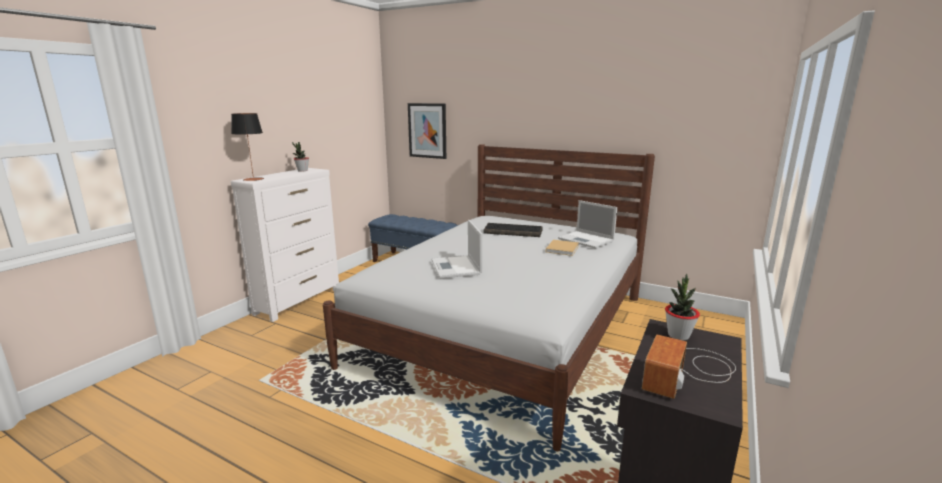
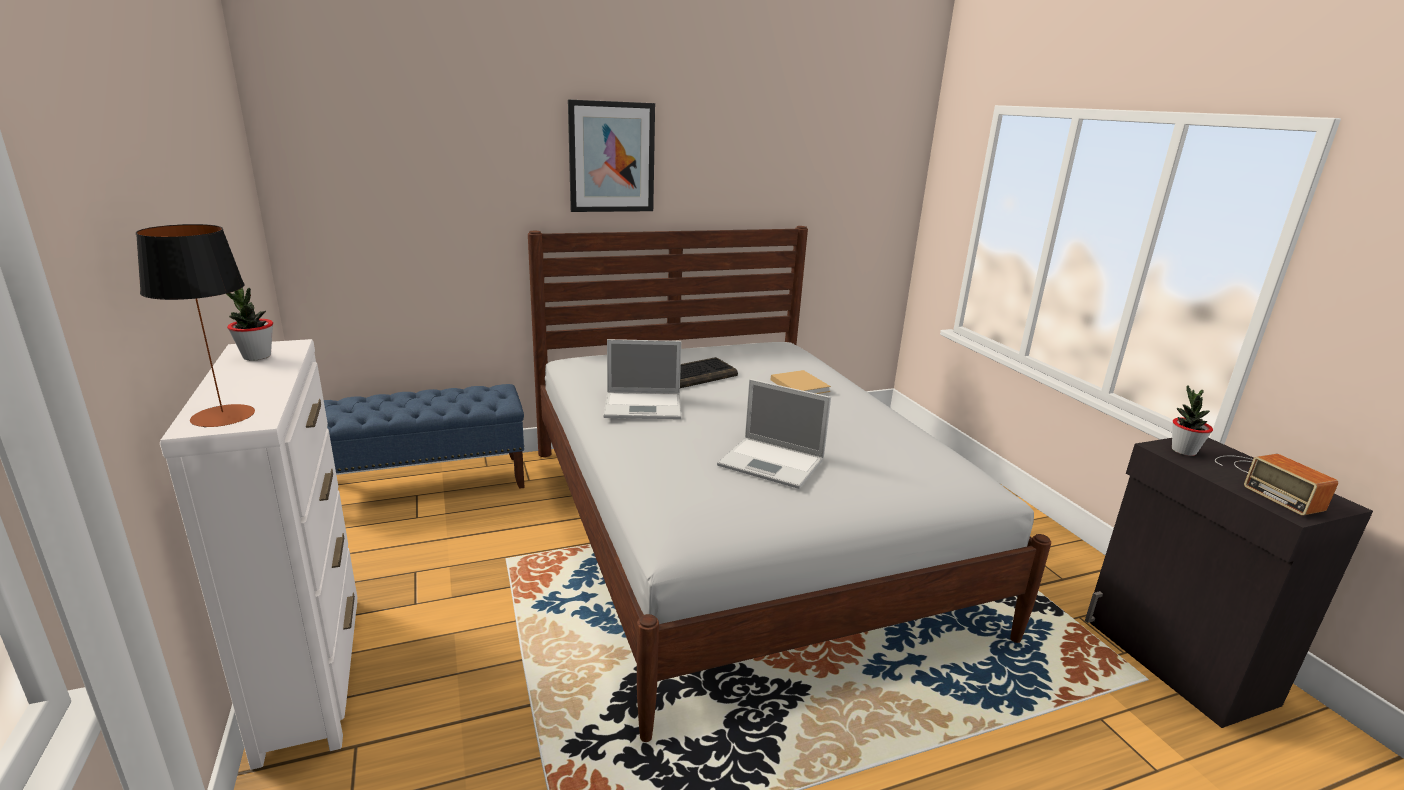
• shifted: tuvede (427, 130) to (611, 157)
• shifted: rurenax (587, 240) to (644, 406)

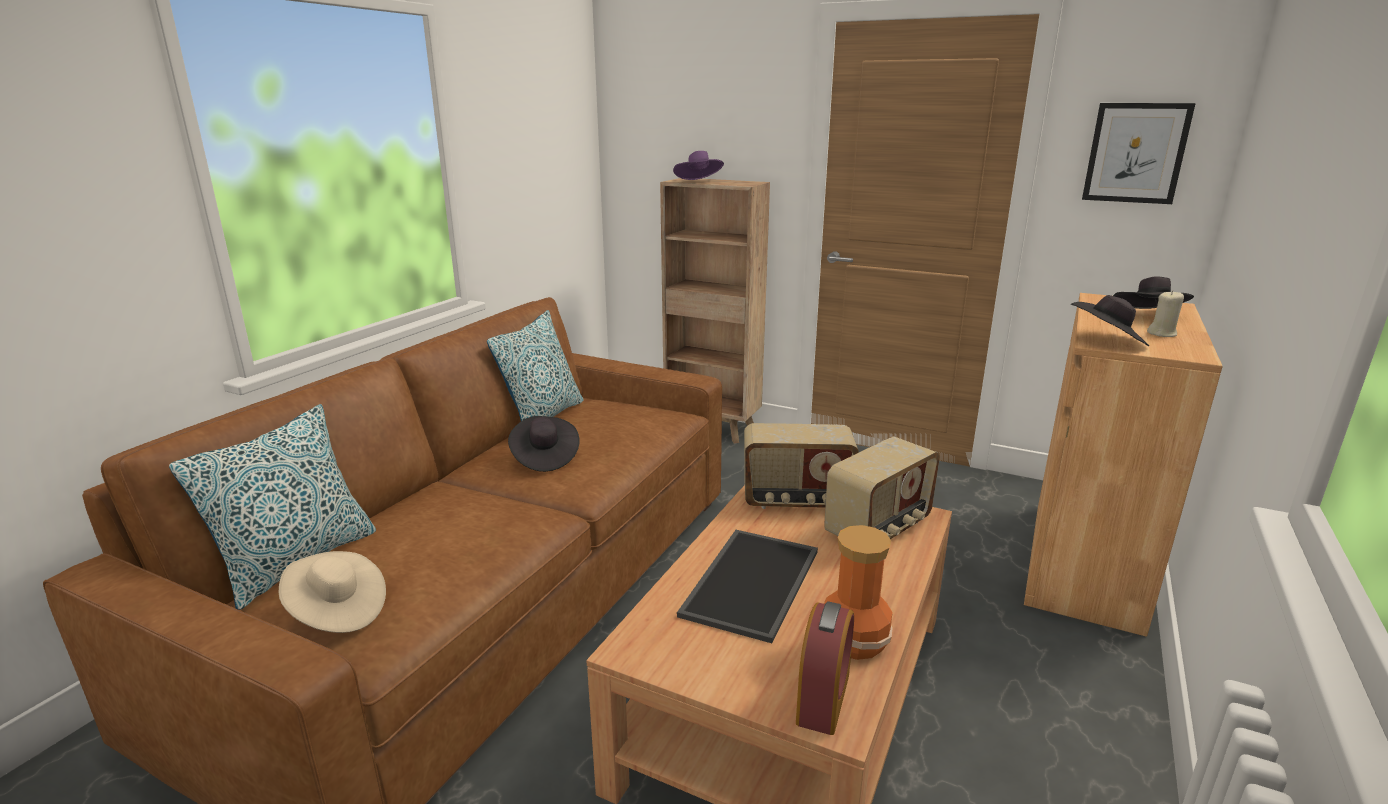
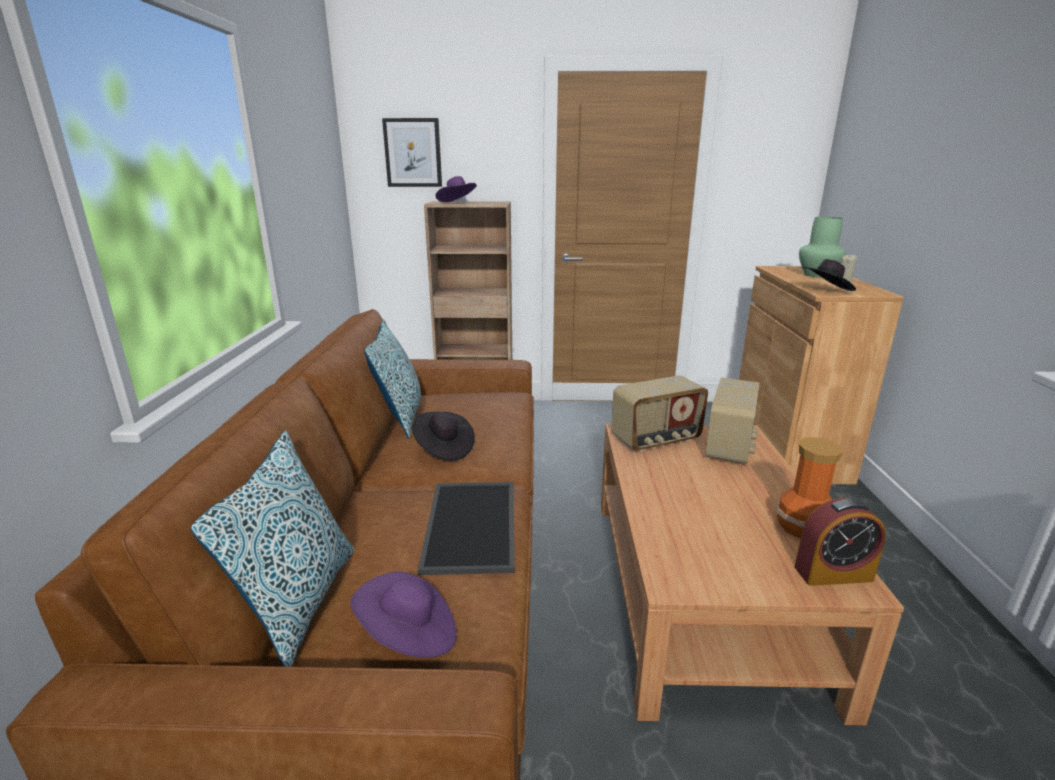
• repainted: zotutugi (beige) (337, 611) to zotutugi (purple) (409, 635)
• shifted: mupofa (749, 581) to (469, 524)
• rotated: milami (823, 698) = (833, 573) 90 degrees clockwise
• shifted: tuvede (1135, 153) to (413, 153)
• swapped: zotutugi (black) (1149, 316) to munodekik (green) (817, 275)

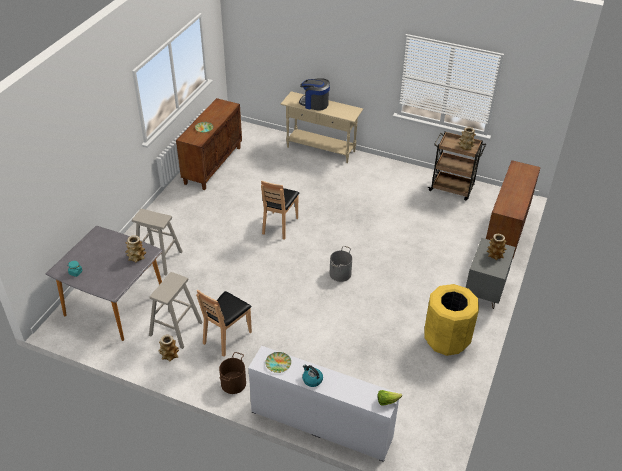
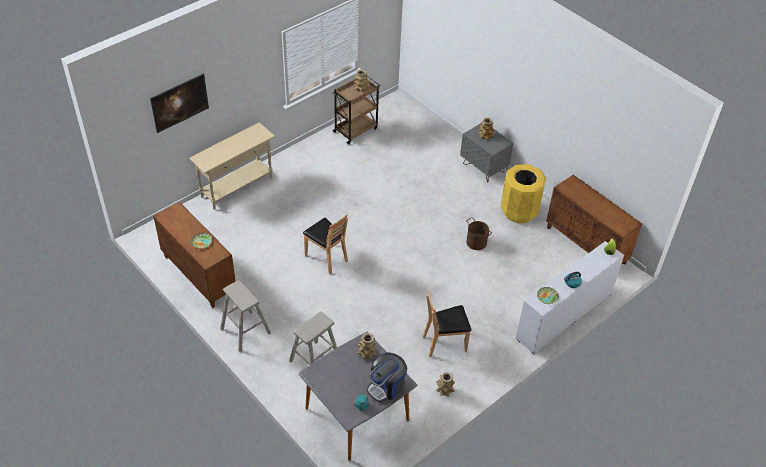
• shifted: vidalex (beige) (176, 329) to (245, 331)
• rotated: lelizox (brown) (227, 337) = (445, 343) 105 degrees clockwise
• shifted: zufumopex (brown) (233, 383) to (476, 242)
• shifted: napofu (314, 104) to (386, 386)
• gone: zufumopex (grey) (340, 273)
• shifted: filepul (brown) (506, 234) to (586, 245)
• new: tuvede (181, 111)

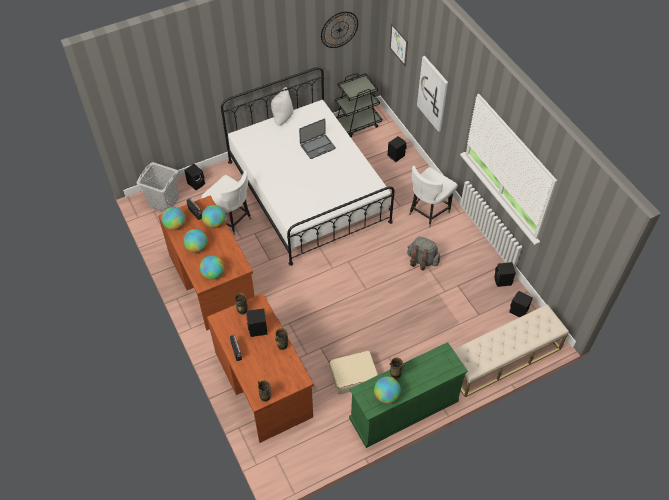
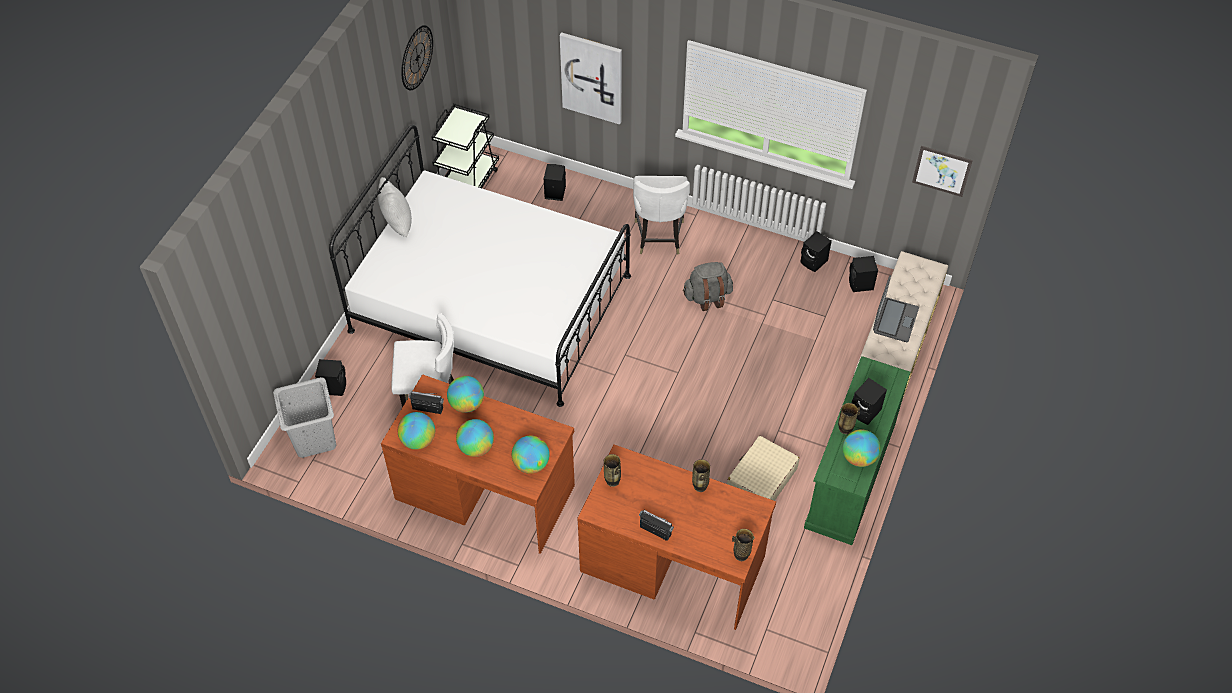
• shifted: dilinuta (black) (258, 330) to (866, 412)
• shifted: rurenax (317, 146) to (894, 320)
• shifted: tuvede (398, 44) to (942, 171)

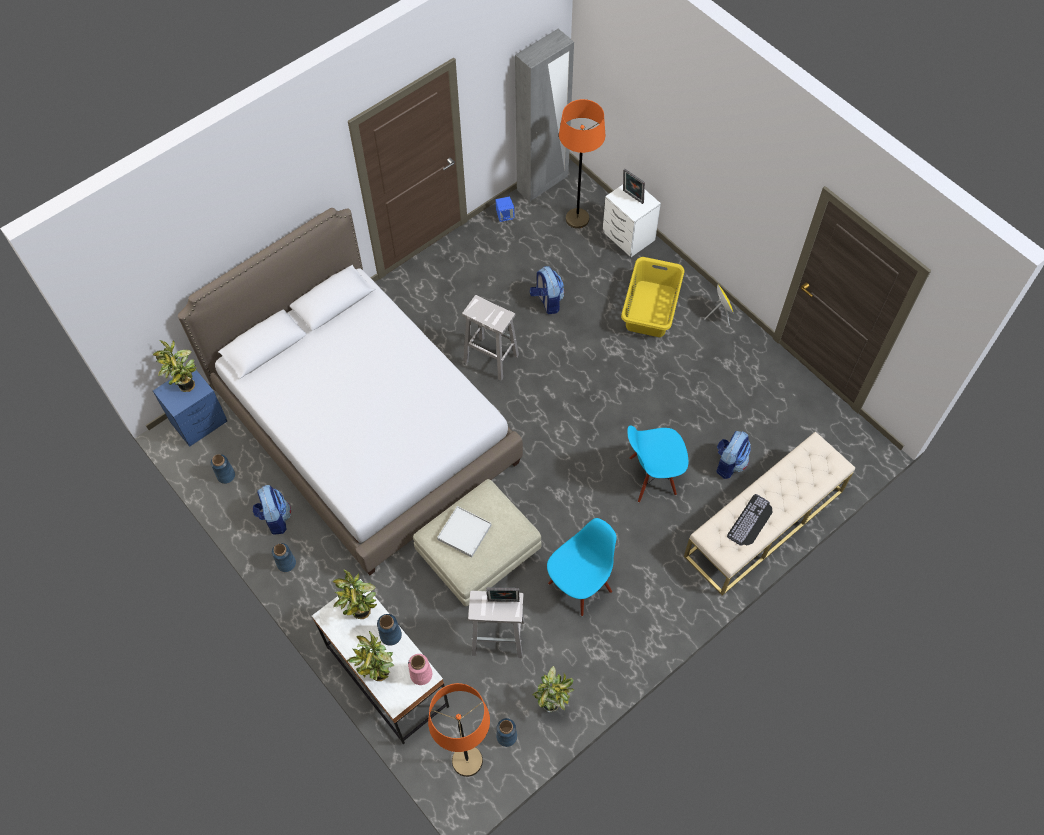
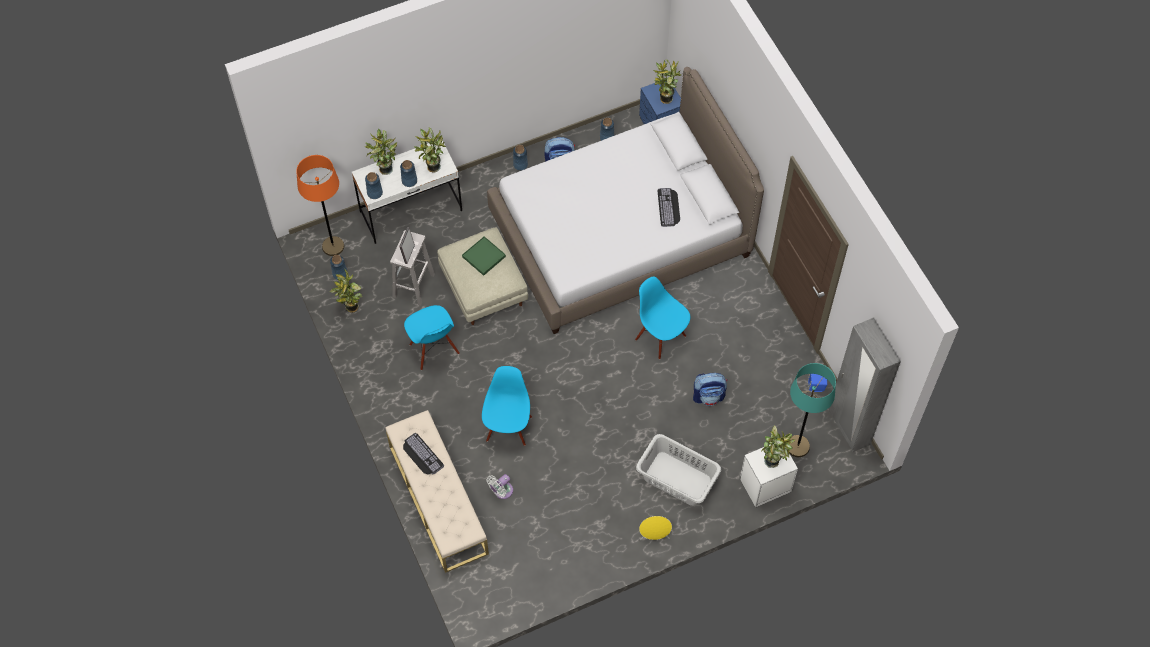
• repainted: munodekik (pink) (421, 674) to munodekik (blue) (374, 193)
• repainted: mupofa (white) (464, 532) to mupofa (green) (484, 257)
• swapped: vidalex (white) (490, 358) to lelizox (blue) (661, 337)
• repainted: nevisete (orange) (577, 219) to nevisete (turquoise) (797, 446)
• repainted: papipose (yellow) (651, 308) to papipose (grey) (677, 479)
• swapped: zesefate (632, 197) to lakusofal (773, 461)
• swapped: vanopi (729, 463) to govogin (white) (501, 491)
• new: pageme (669, 207)

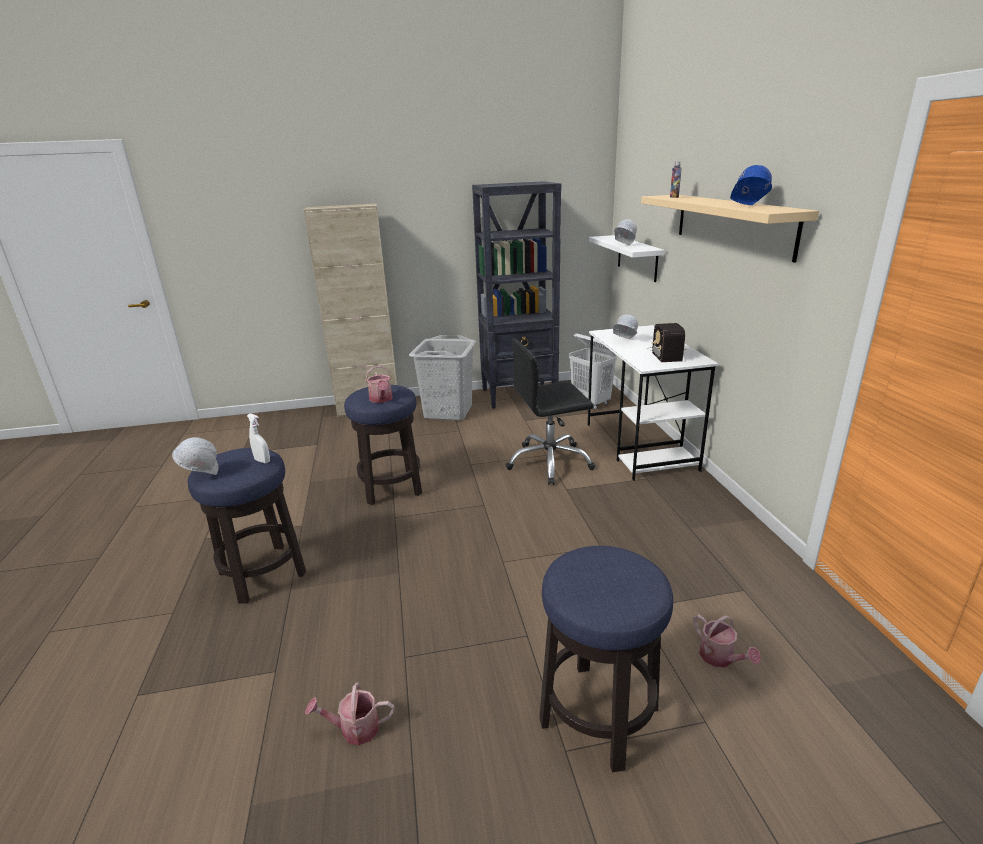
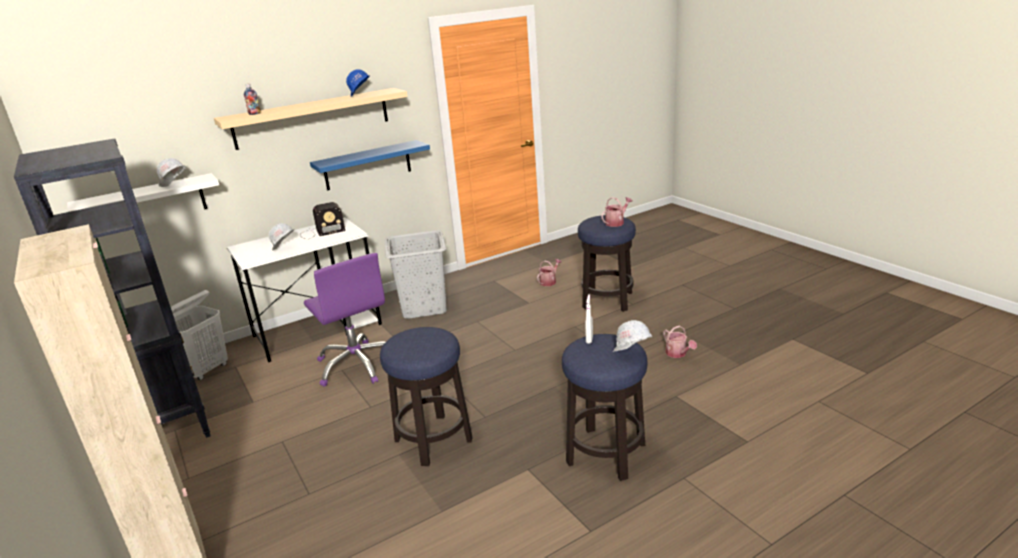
• shifted: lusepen (381, 399) to (616, 222)
• shifted: papipose (grey) (448, 412) to (423, 307)
• repainted: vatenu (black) (549, 462) to vatenu (purple) (357, 364)
• new: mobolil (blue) (367, 165)

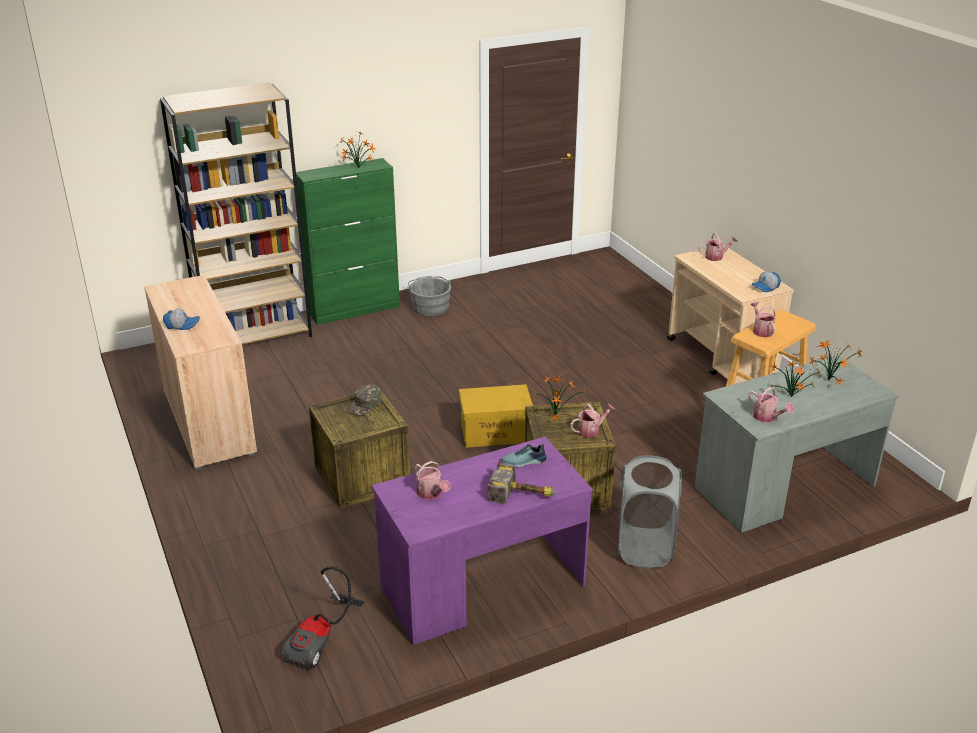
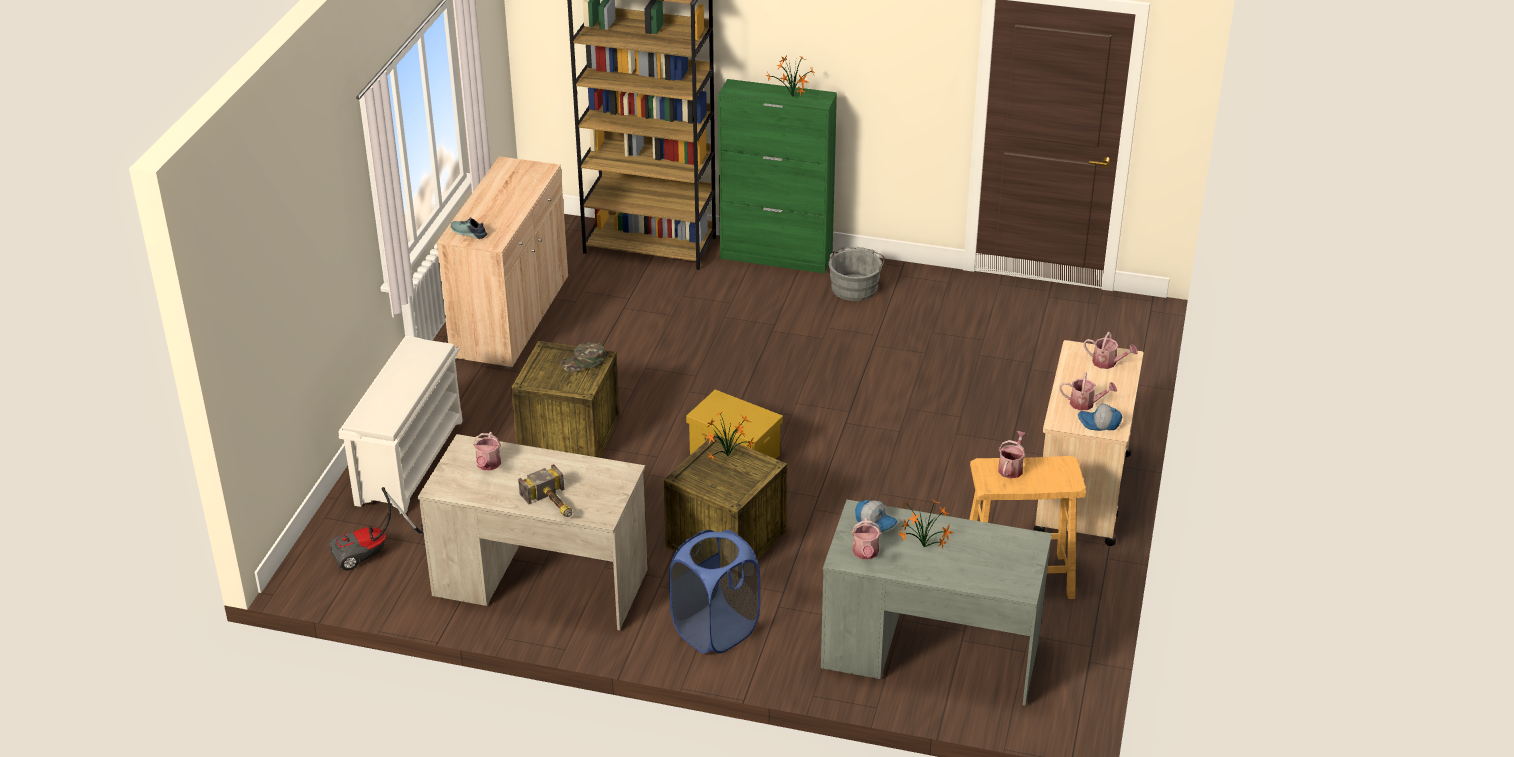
• shifted: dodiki (182, 325) to (875, 521)
• repainted: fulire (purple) (482, 586) to fulire (beige) (540, 583)
• shifted: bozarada (524, 462) to (468, 233)
• shifted: lusepen (591, 430) to (1085, 403)
• repainted: papipose (grey) (644, 548) to papipose (blue) (715, 630)
• gone: lakusofal (828, 380)
• new: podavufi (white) (409, 461)

